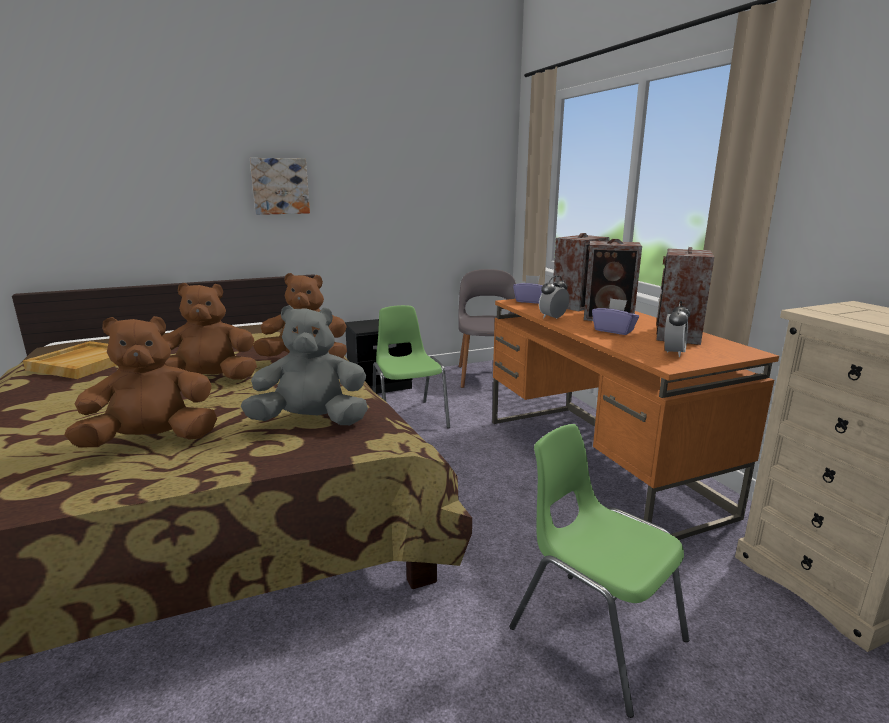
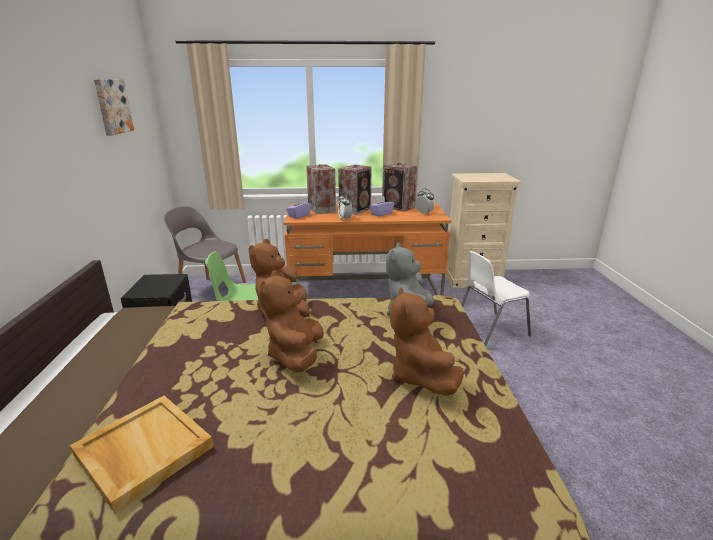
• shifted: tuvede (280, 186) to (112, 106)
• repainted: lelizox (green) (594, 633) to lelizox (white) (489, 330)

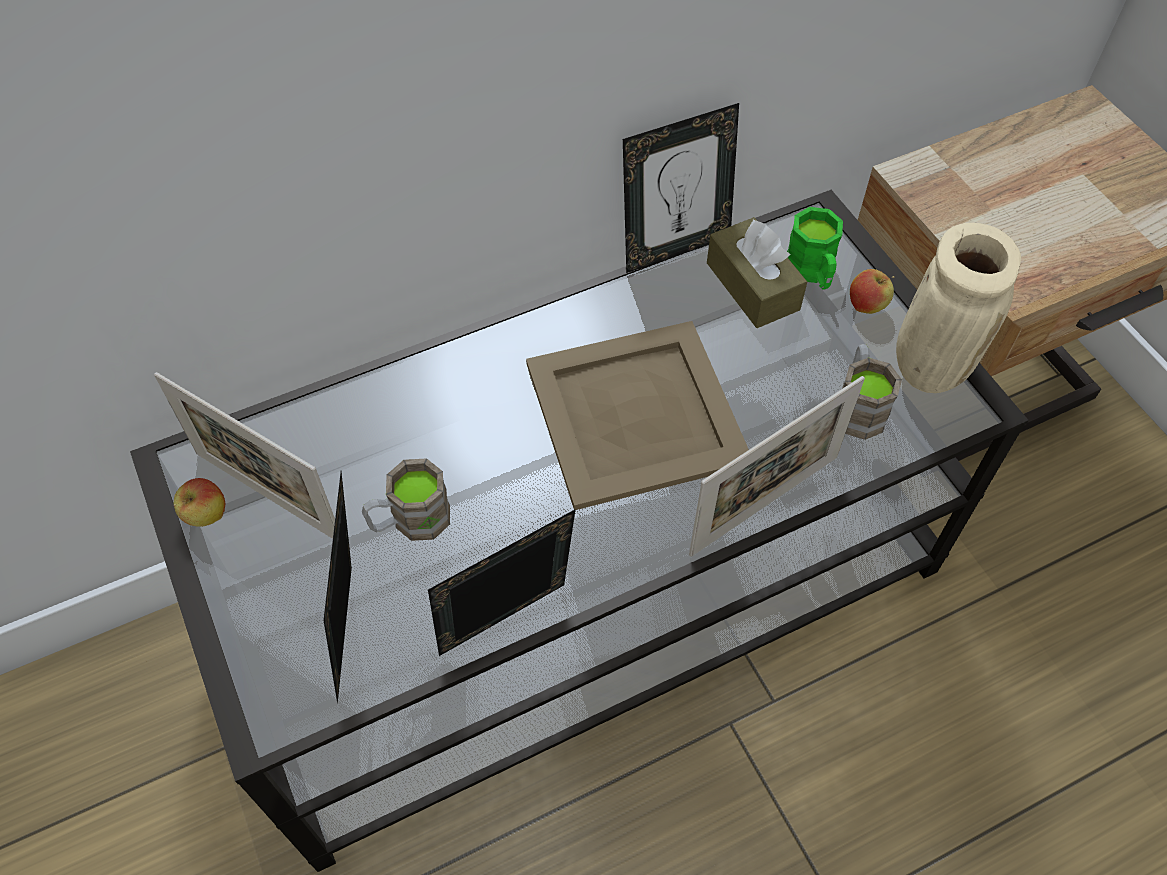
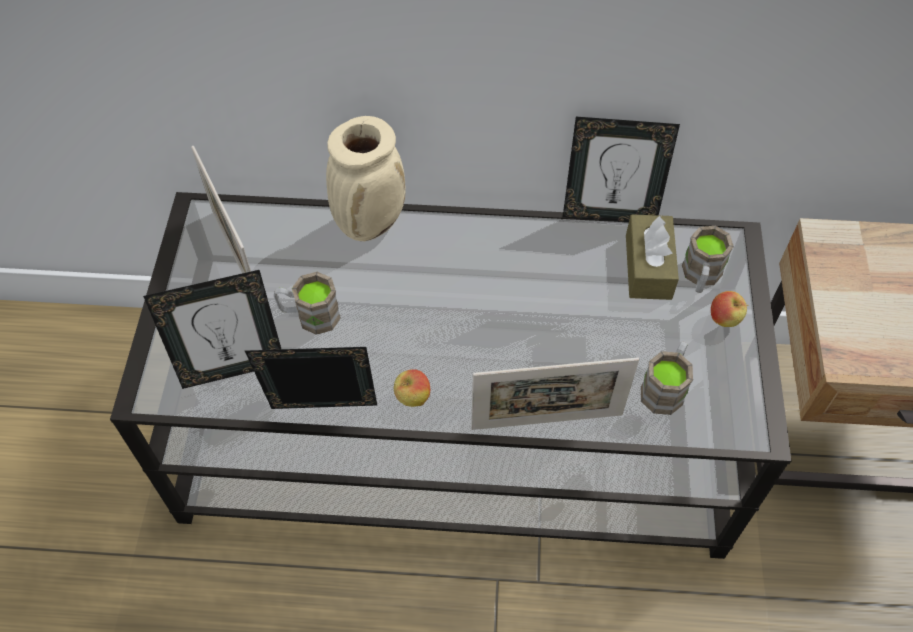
• shifted: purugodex (207, 516) to (412, 398)
• rotated: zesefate (356, 633) = (233, 368) 135 degrees counterclockwise
• gone: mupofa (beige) (633, 412)
• repainted: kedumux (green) (812, 272) to kedumux (brown) (700, 277)
• shifted: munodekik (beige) (929, 365) to (370, 222)

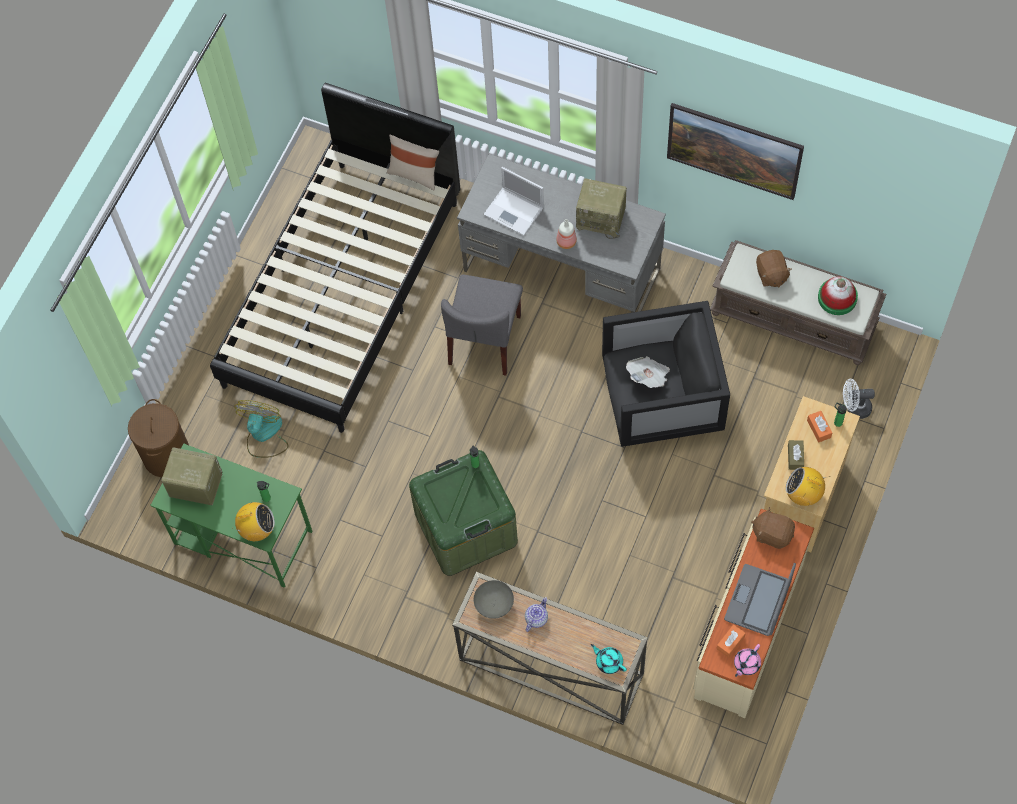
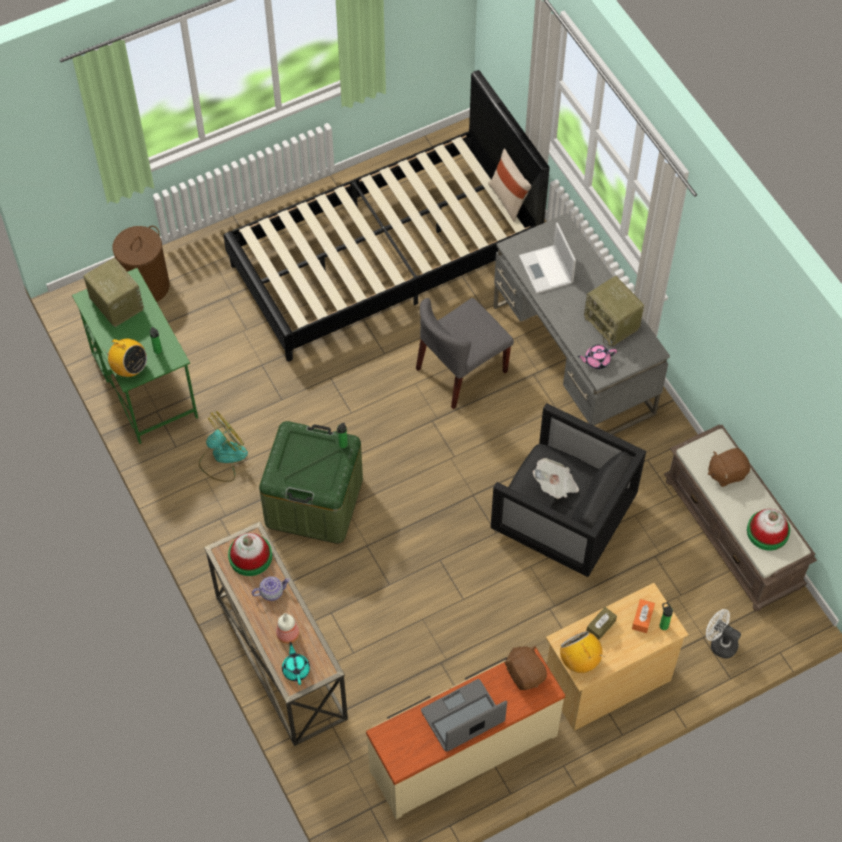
• shifted: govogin (264, 435) to (222, 457)
• swapped: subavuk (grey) (494, 604) to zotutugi (250, 556)
• shifted: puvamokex (565, 242) to (287, 634)
• gone: tuvede (732, 163)
• gone: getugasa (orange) (730, 643)
• shifted: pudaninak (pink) (746, 664) to (596, 360)
• rotated: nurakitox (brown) (771, 275) = (726, 473) 45 degrees clockwise

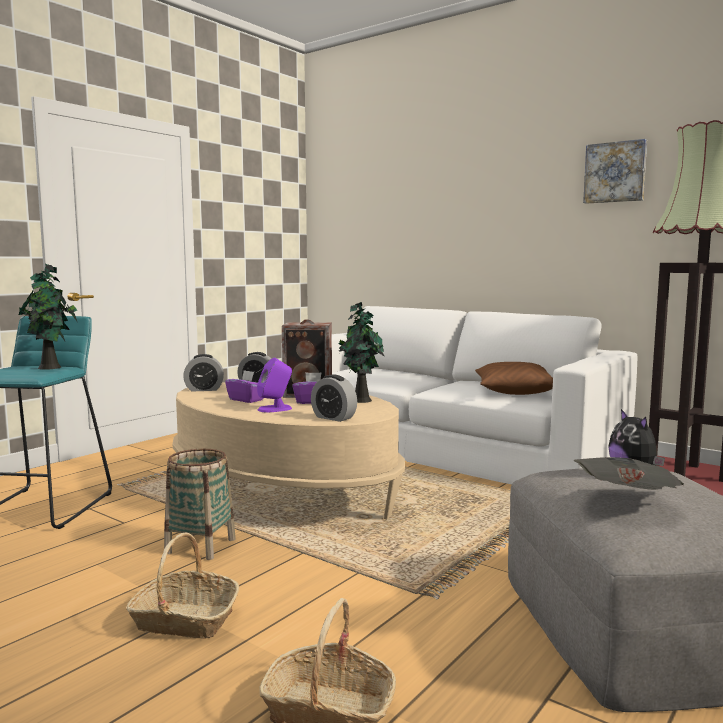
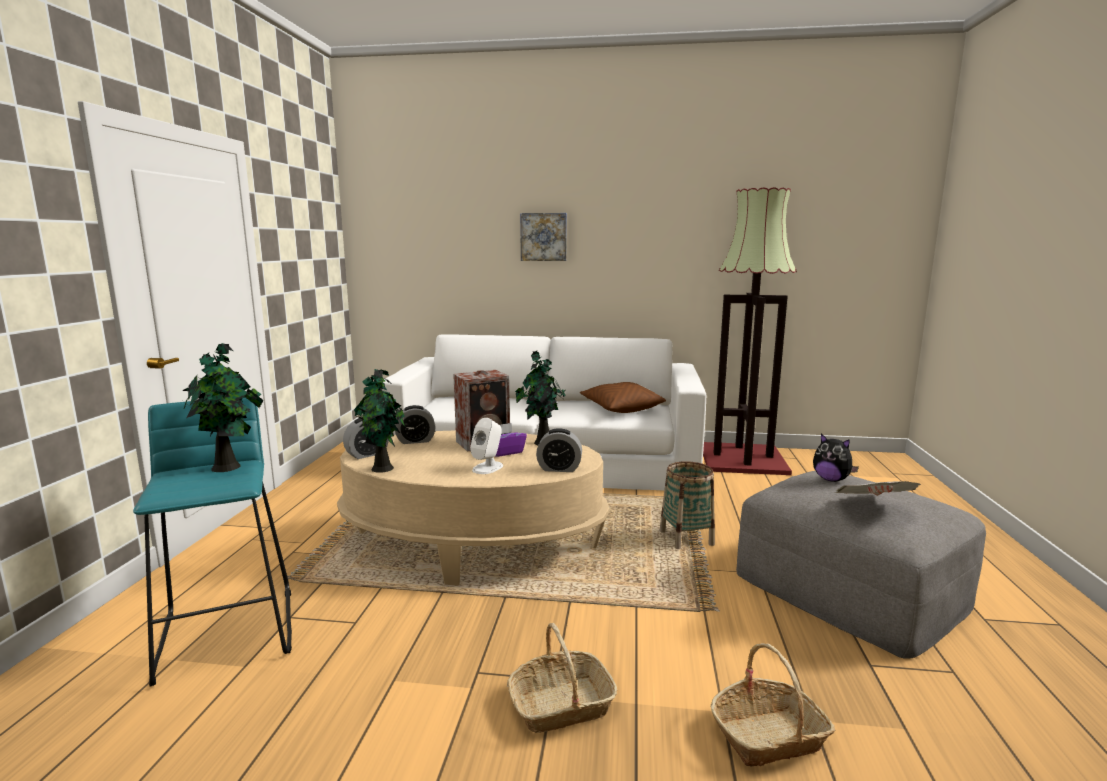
• shifted: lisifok (201, 546) to (686, 538)
• gone: getugasa (purple) (246, 400)
• repainted: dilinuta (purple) (275, 409) to dilinuta (white) (488, 467)
• shifted: tuvede (615, 172) to (544, 237)
• new: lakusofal (383, 469)

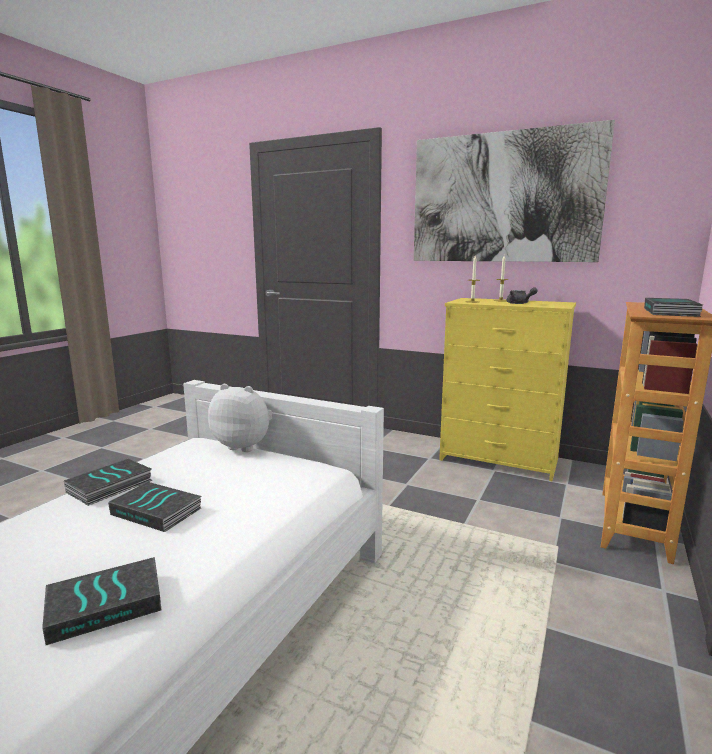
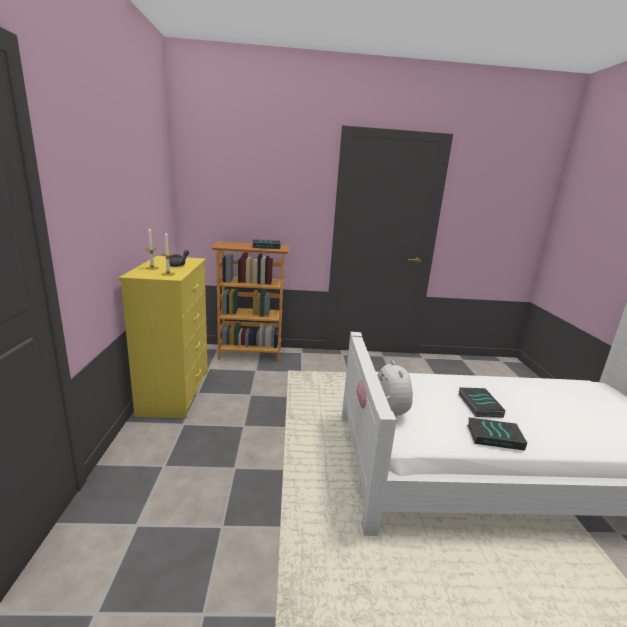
• gone: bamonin (106, 604)
• gone: tuvede (504, 198)

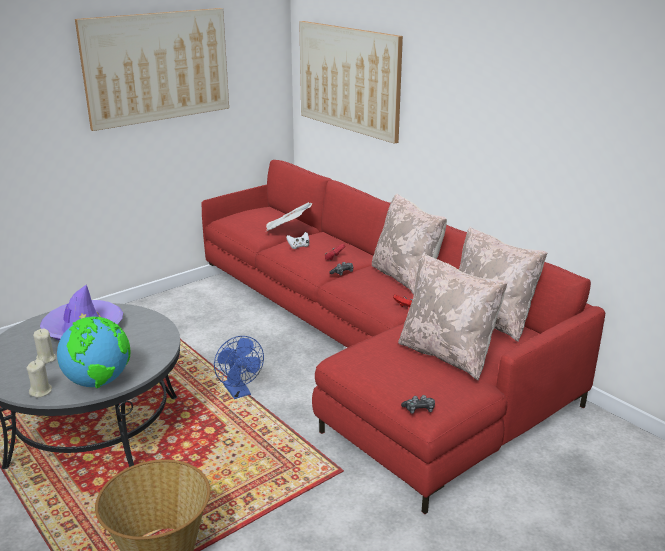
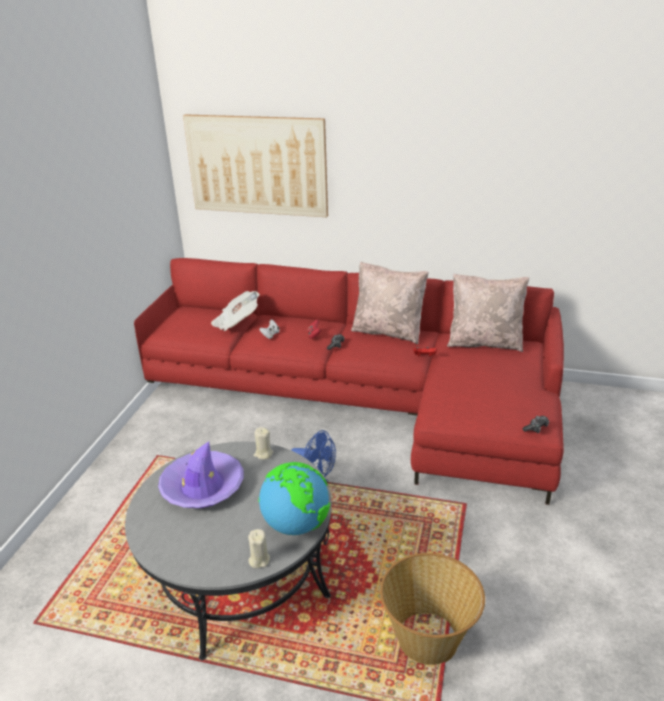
• shifted: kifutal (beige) (45, 359) to (263, 454)
• gone: tuvede (157, 67)
• gone: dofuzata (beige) (447, 354)

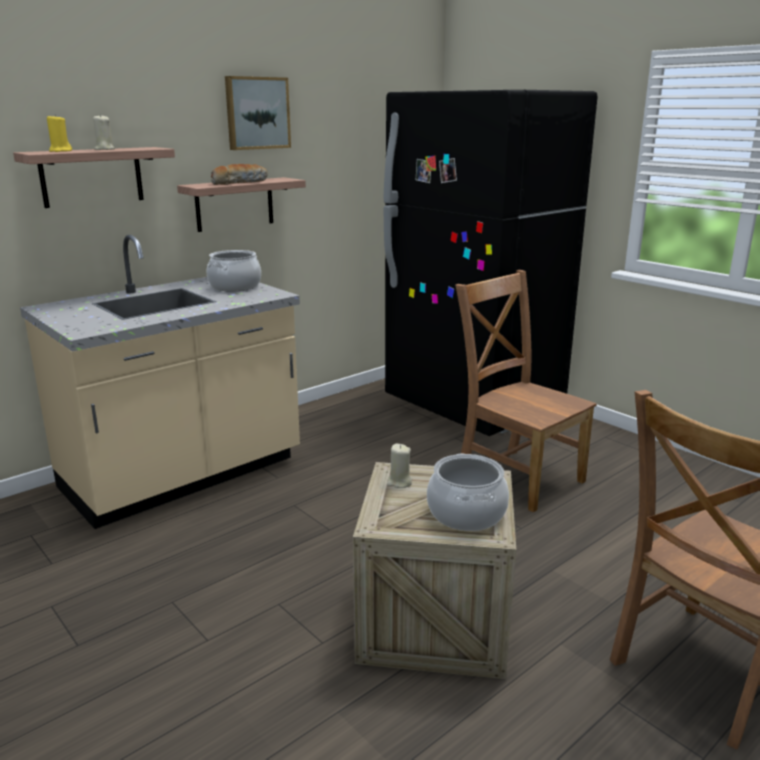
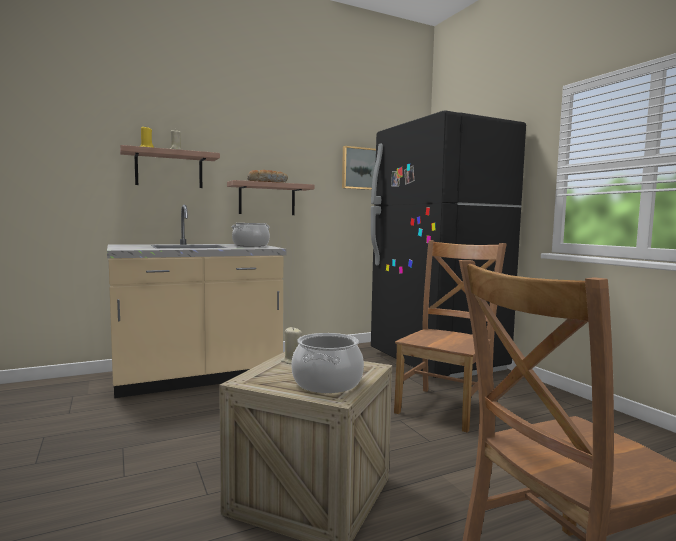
• shifted: tuvede (257, 113) to (360, 168)
• rotated: lelizox (brown) (516, 476) = (446, 407) 60 degrees clockwise

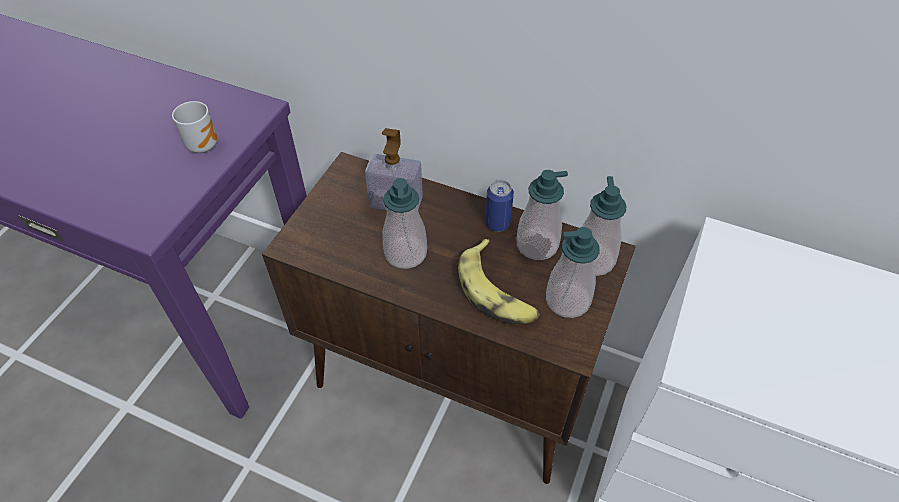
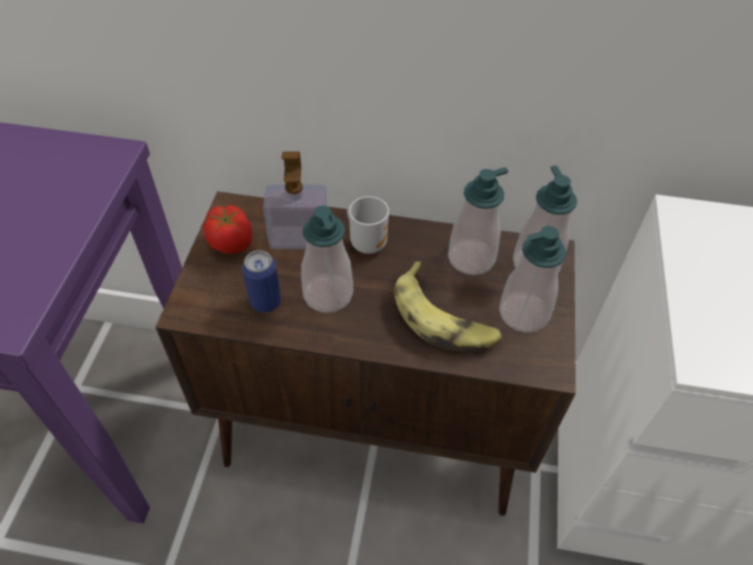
• shifted: kedumux (204, 144) to (367, 243)
• shifted: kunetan (497, 223) to (265, 302)
• new: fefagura (231, 243)

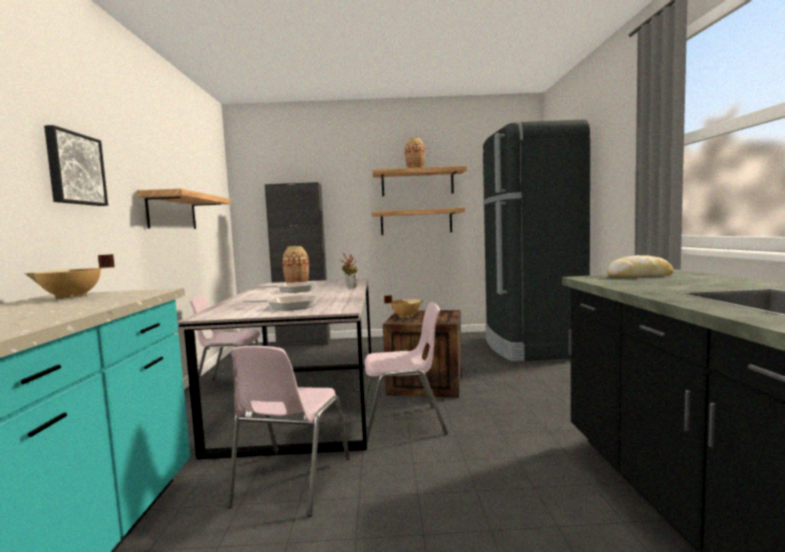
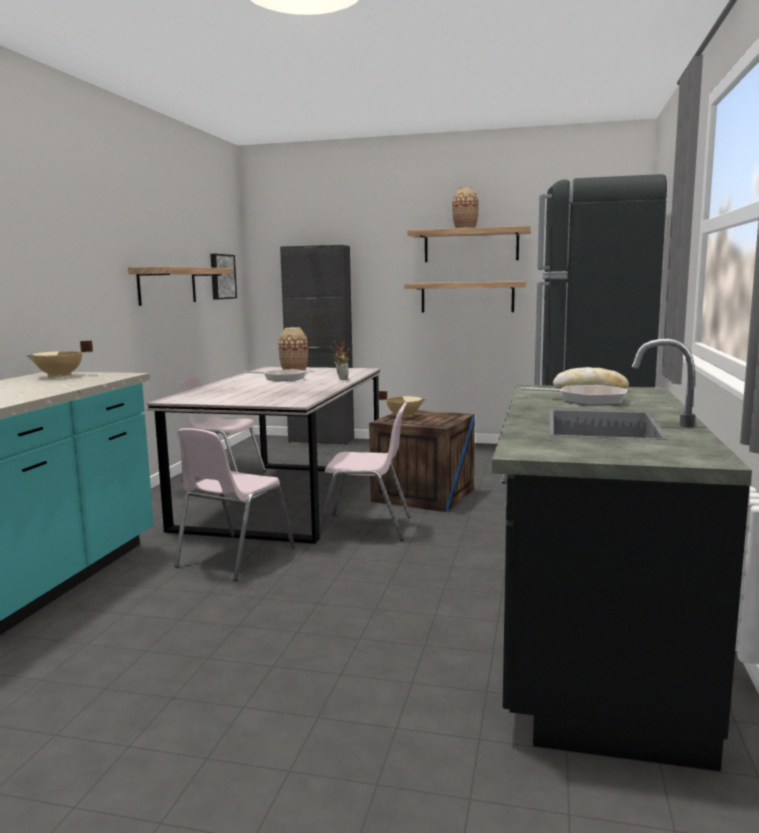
• shifted: tuvede (74, 169) to (221, 276)
• shifted: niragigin (289, 306) to (586, 400)

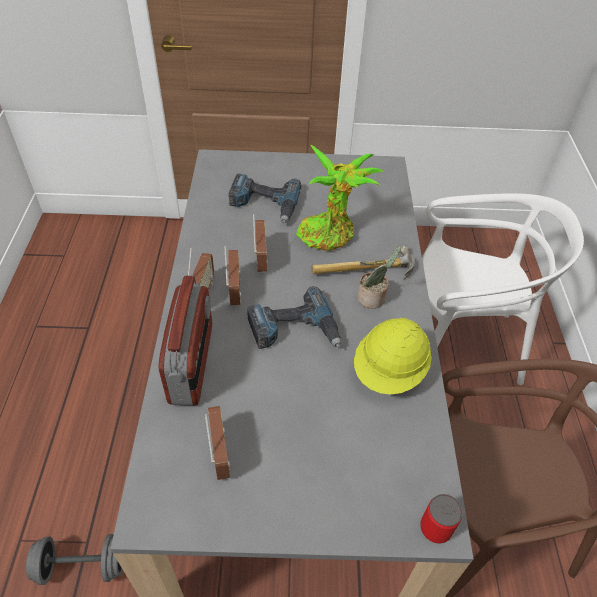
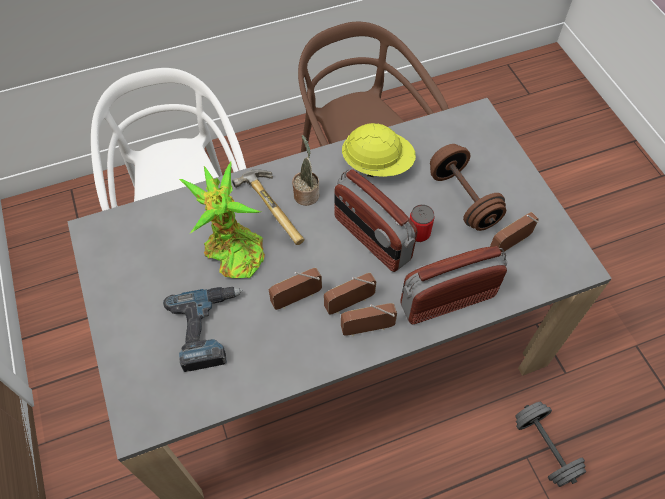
• swapped: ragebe (294, 330) to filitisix (371, 238)
• shifted: kunetan (435, 528) to (418, 233)
• new: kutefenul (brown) (463, 199)

